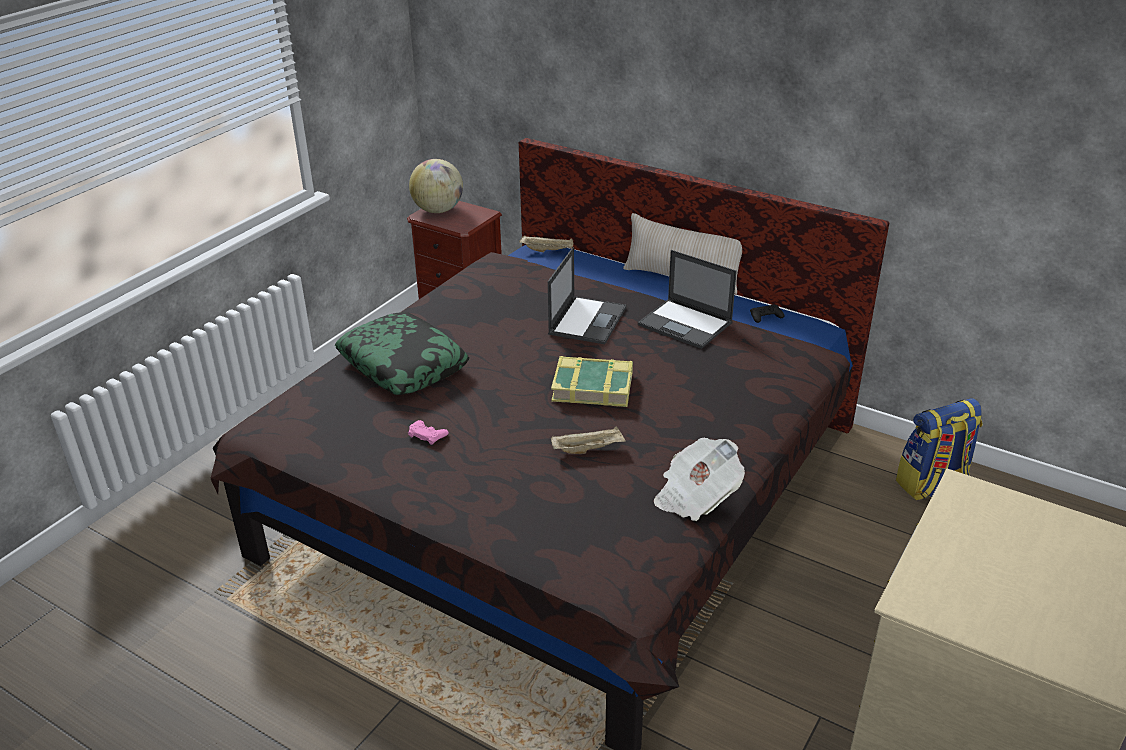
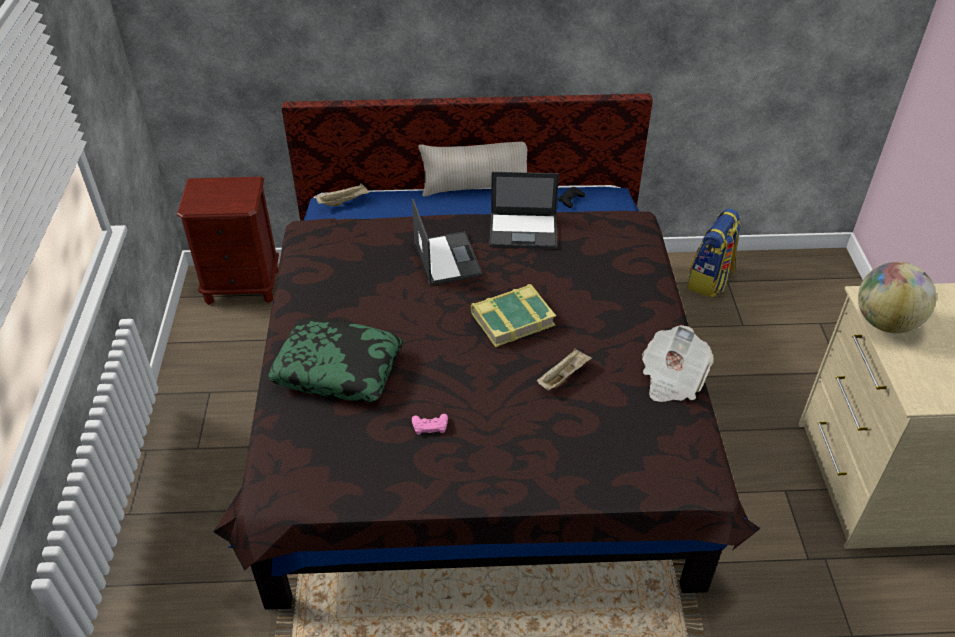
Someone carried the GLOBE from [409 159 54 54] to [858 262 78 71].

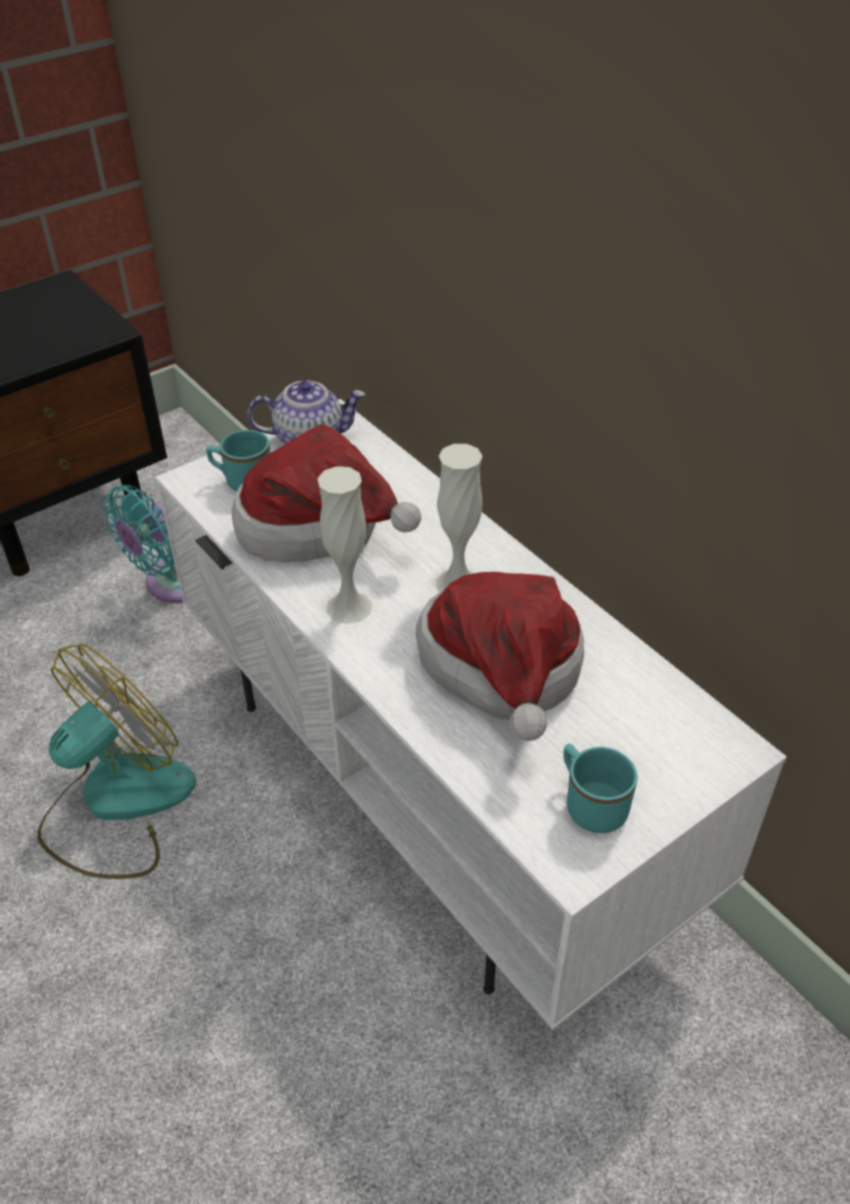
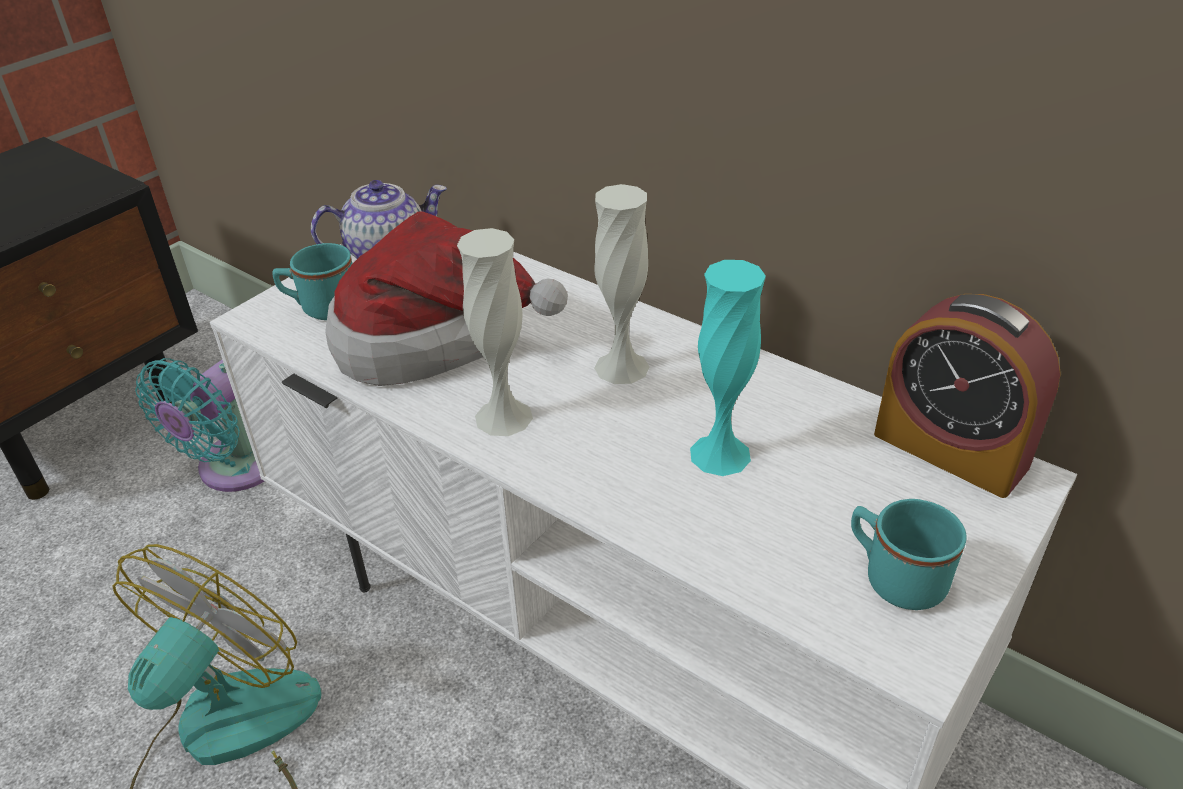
Someone swapped the HAT at [416 572 168 169] for the TURQUOISE VASE at [690 260 76 216].
Someone put down the ALARM CLOCK at [874 294 187 204].

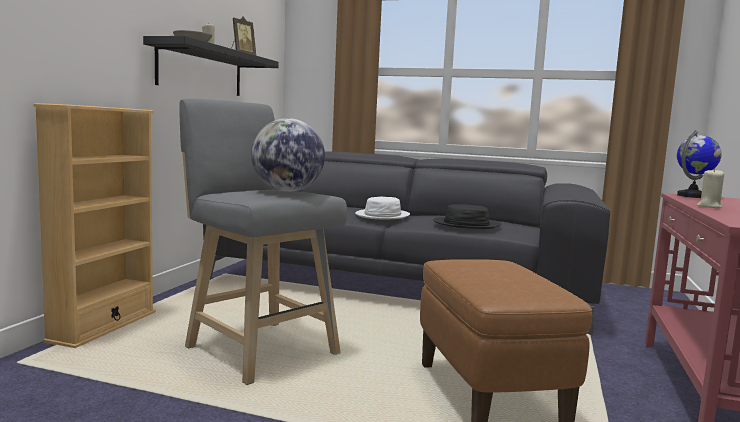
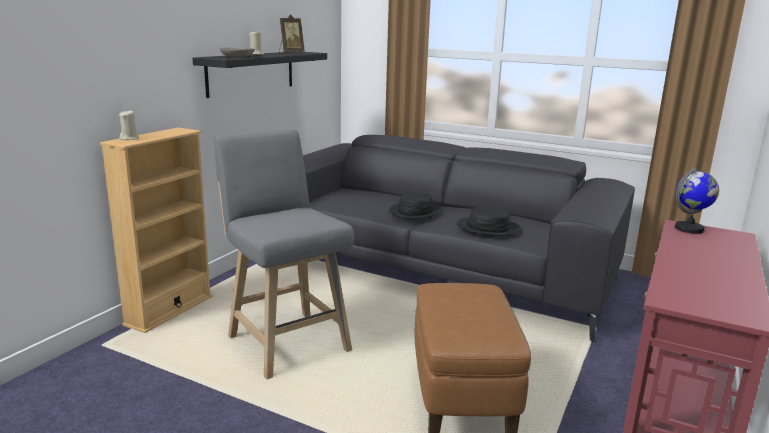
Someone took away the GLOBE at [251 118 74 74].
Someone carried the BEIGE CANDLE from [697 168 27 40] to [119 110 20 30].
Someone repainted the WHITE HAT at [355 197 55 23], which became the BLACK HAT at [389 192 53 27].

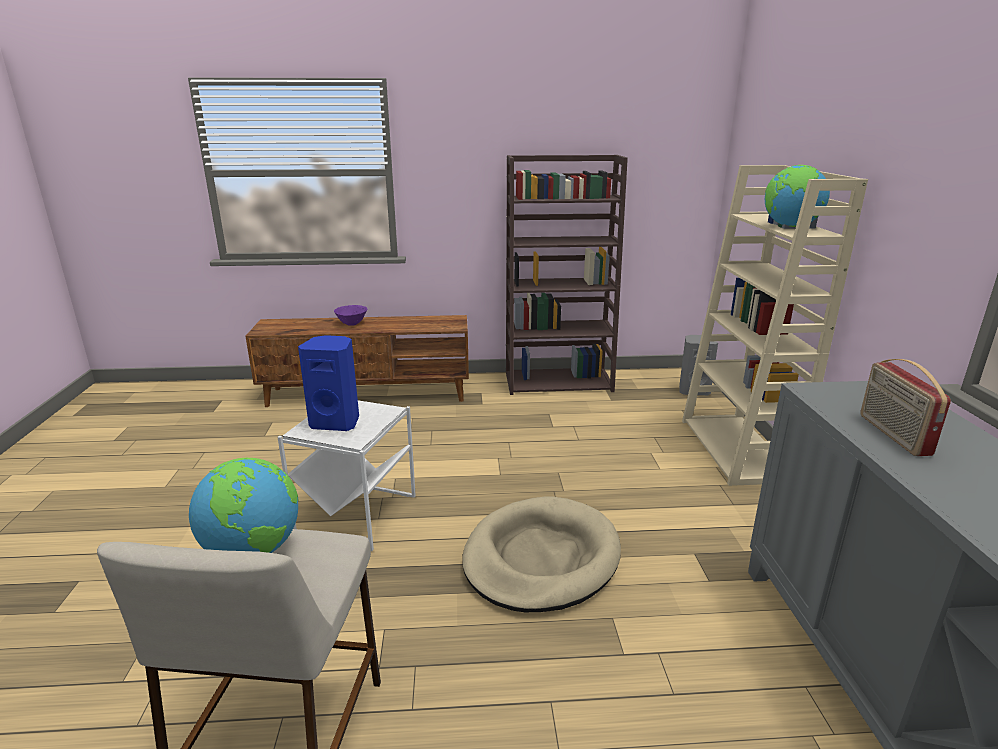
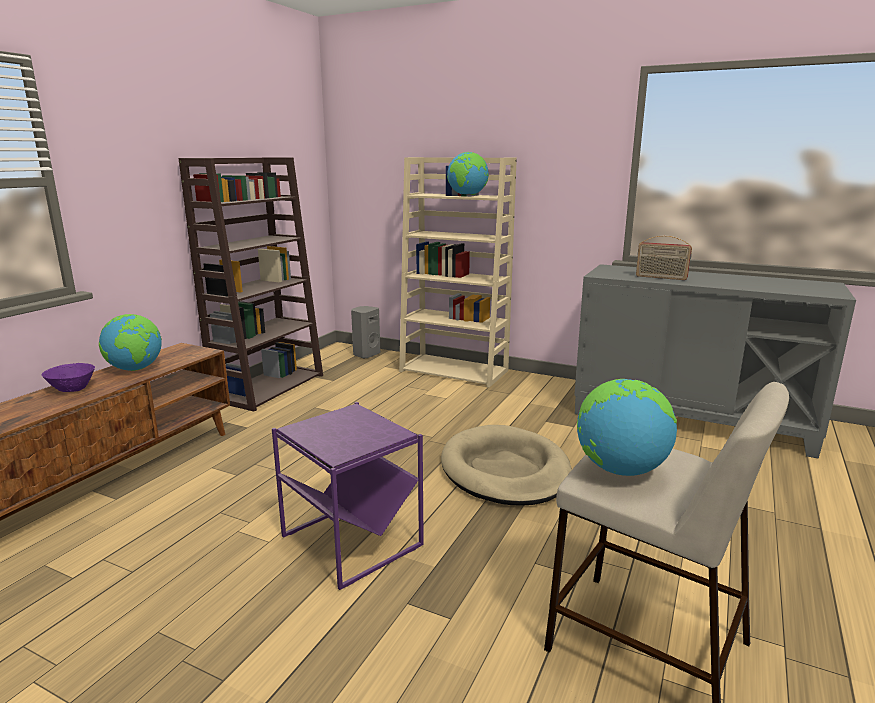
Someone took away the BLUE SPEAKER at [298 335 61 96].
Someone repainted the WHITE SIDE TABLE at [278 400 138 151], which became the PURPLE SIDE TABLE at [272 402 152 188].
Someone put down the GLOBE at [99 314 63 57].

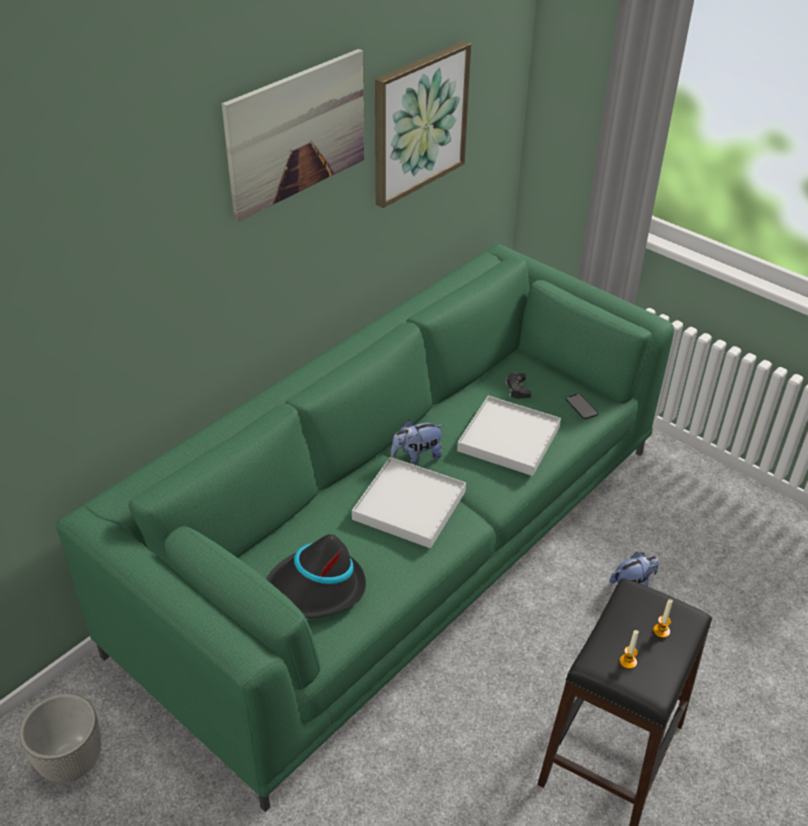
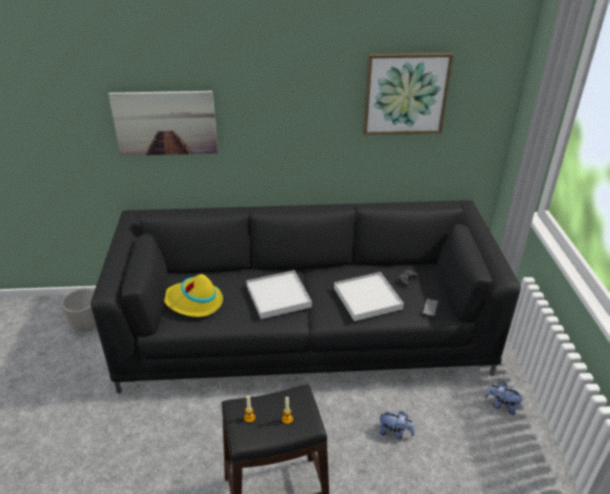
Someone carried the PICTURE from [222 49 142 173] to [109 91 109 65].
Someone repainted the GREEN SOFA at [56 244 619 568], which became the BLACK SOFA at [91 200 430 194].
Someone carried the PLUSH TOY from [391 420 53 44] to [484 382 41 33].
Someone repainted the BLACK HAT at [266 534 100 84], which became the YELLOW HAT at [164 274 59 43].

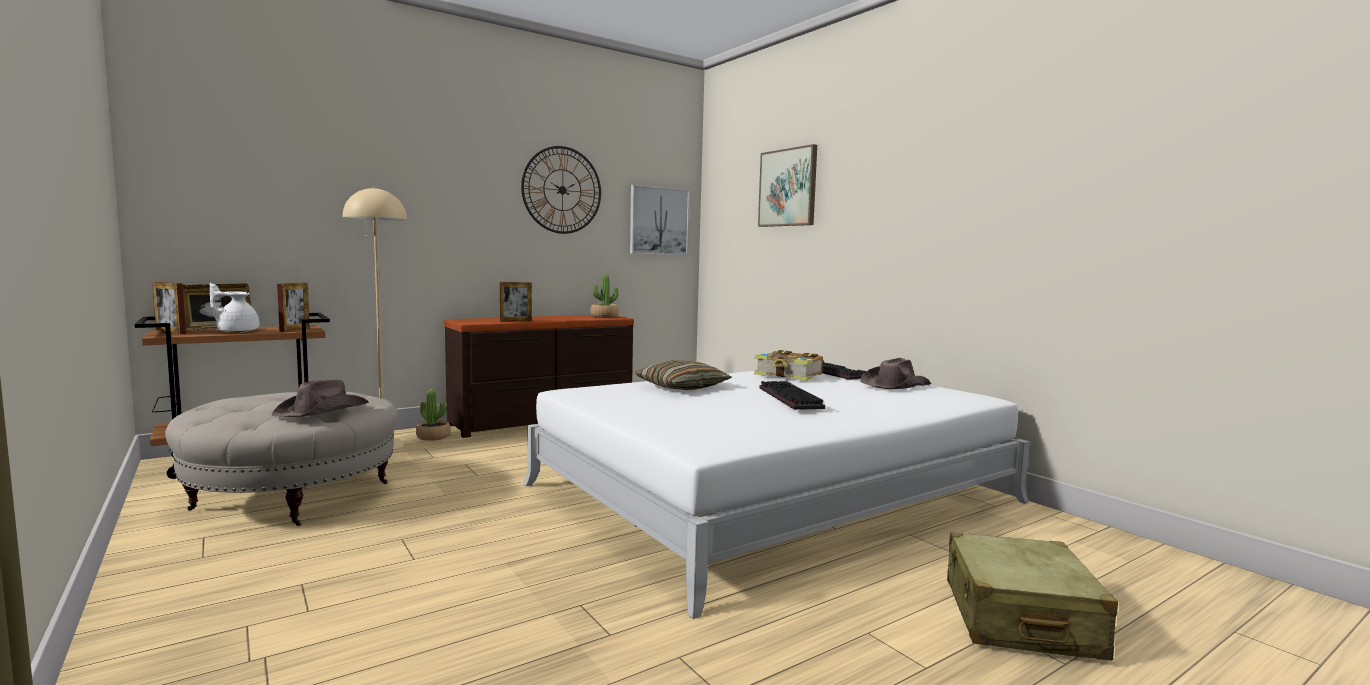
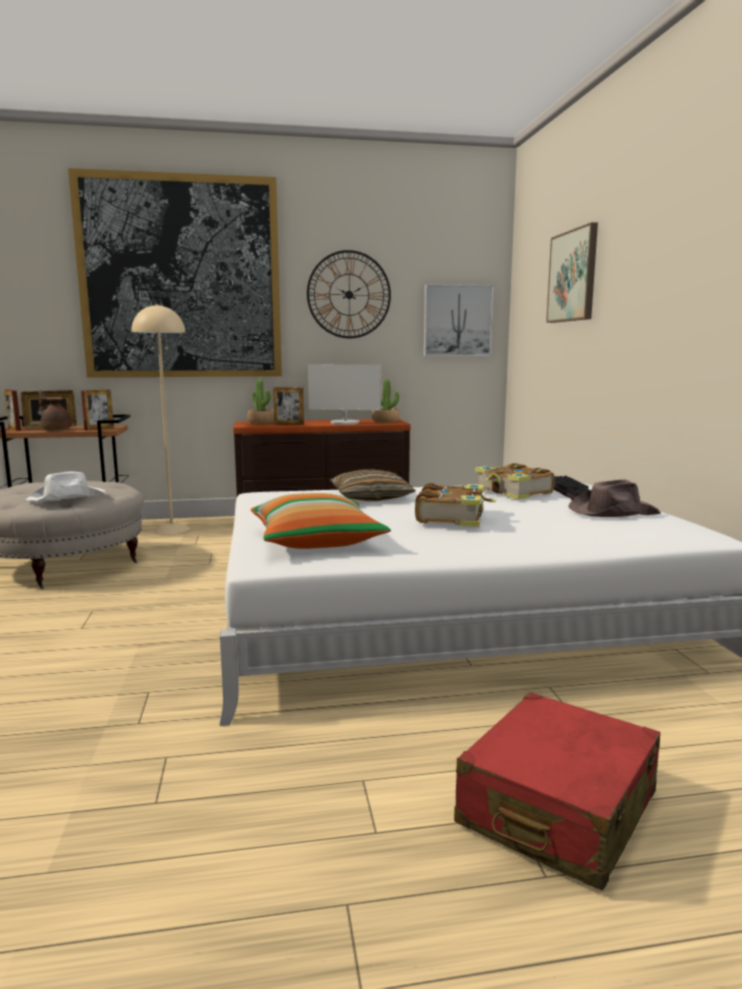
Someone repainted the WHITE TEAPOT at [210 283 50 50], which became the BROWN TEAPOT at [39 390 33 40].
Someone repainted the BROWN HAT at [271 379 98 38], which became the WHITE HAT at [26 472 79 30].
Someone swapped the KEYBOARD at [759 381 66 29] for the BOOK at [415 483 81 44].
Someone carried the POTTED PLANT from [416 389 35 52] to [247 379 27 45].
Someone repainted the BEIGE SUITCASE at [947 532 171 128], which became the RED SUITCASE at [454 692 206 199].
Someone put up the PICTURE at [68 168 214 210].
Someone put down the MONITOR at [308 364 73 61].
Someone put down the PILLOW at [251 493 140 56].

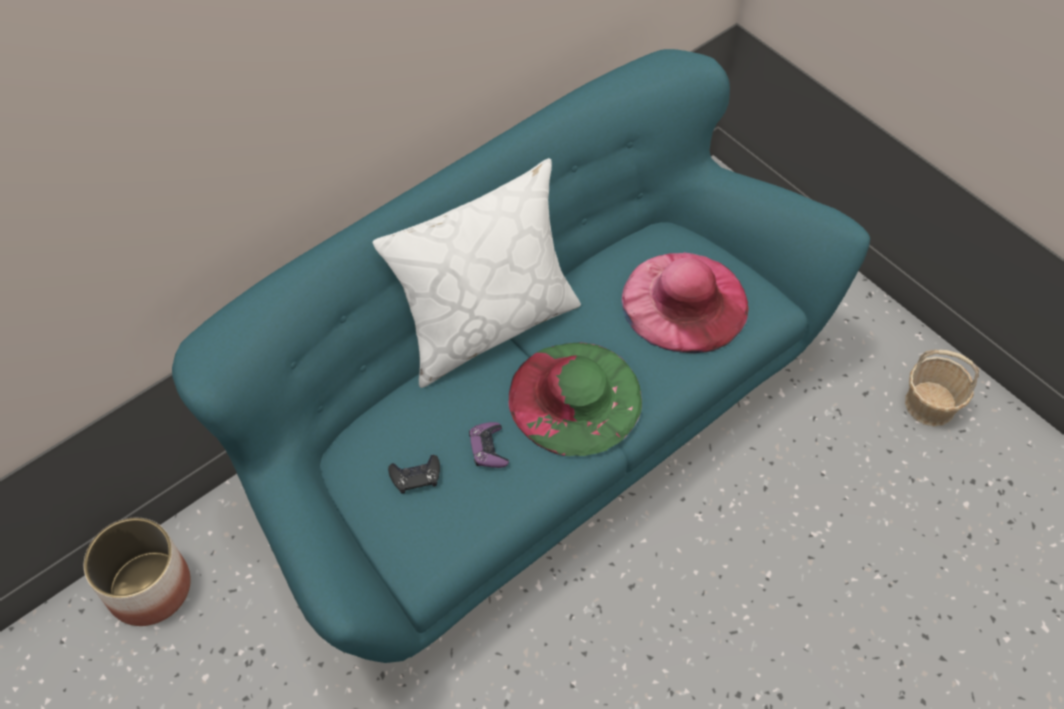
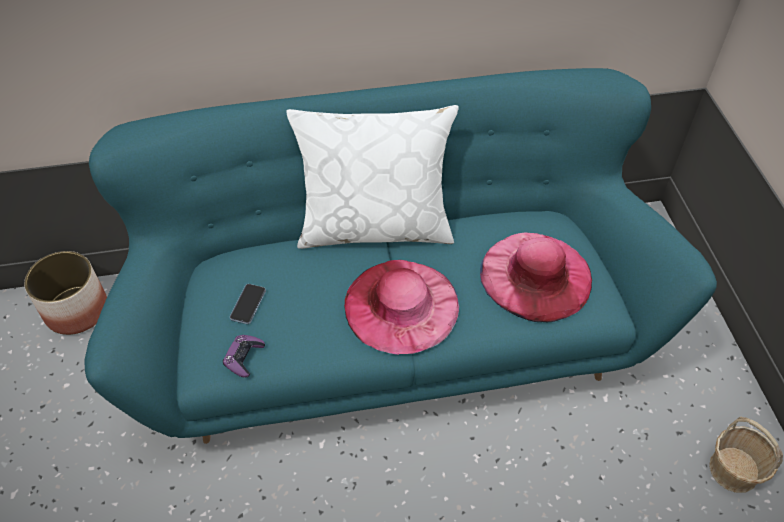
Someone repainted the GREEN HAT at [508 342 134 114], which became the PINK HAT at [344 260 115 95].
Someone carried the PURPLE GAME CONTROLLER from [469 422 40 46] to [223 335 42 43].
Someone swapped the BLACK GAME CONTROLLER at [388 455 52 39] for the PHONE at [230 284 36 40].

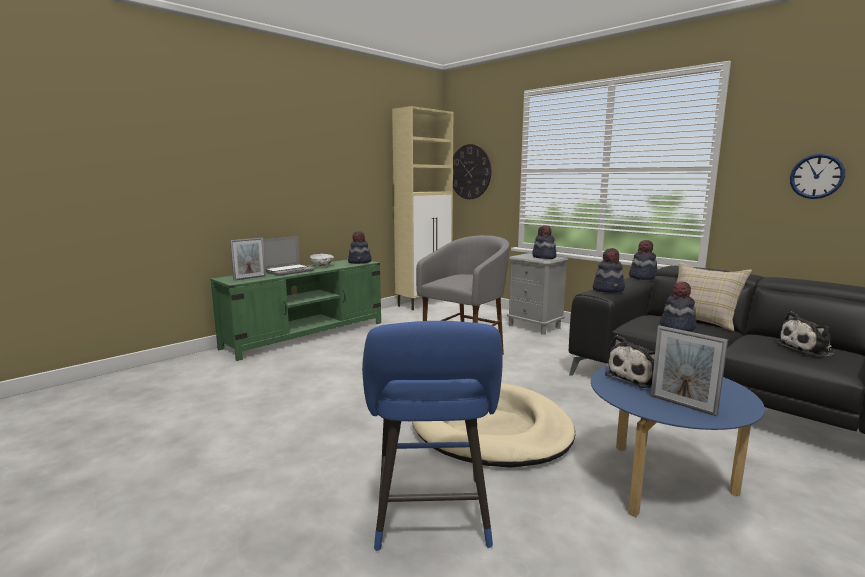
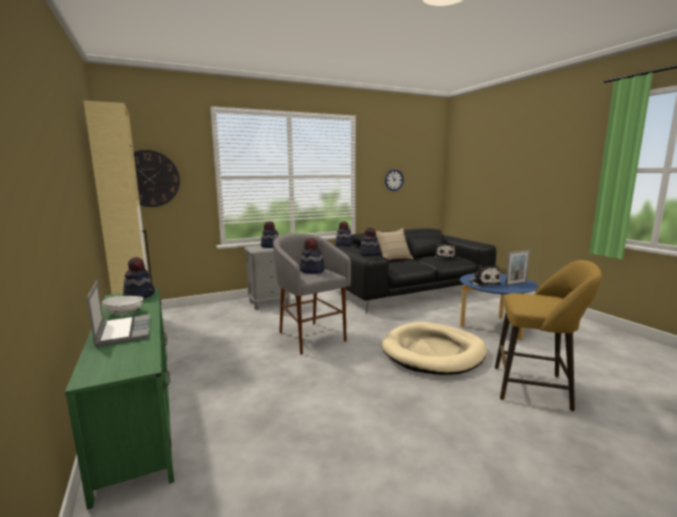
Someone took away the PICTURE FRAME at [230 238 36 43].
Someone carried the HAT from [660 282 37 49] to [300 238 24 36].
Someone repainted the BLUE STOOL at [362 321 141 230], which became the YELLOW STOOL at [495 260 107 151].

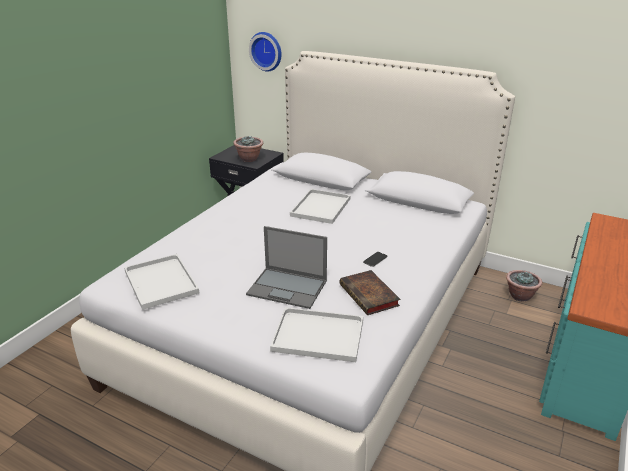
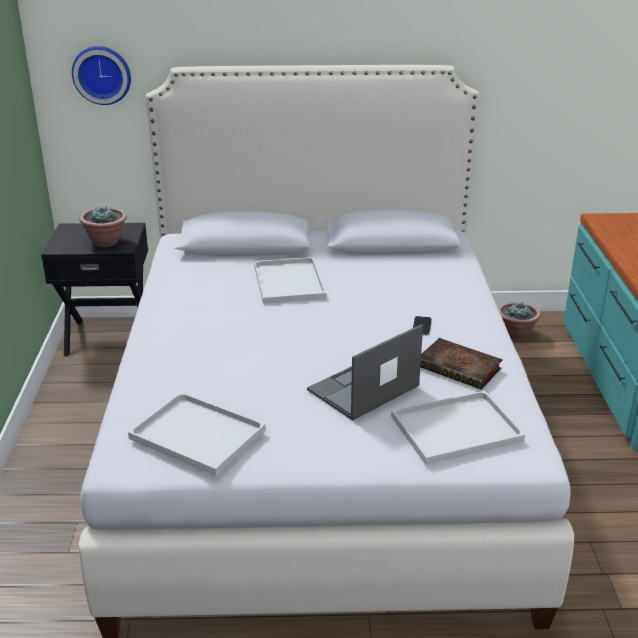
Someone rotated the LAPTOP at [246 226 81 83] by 150 degrees clockwise.

